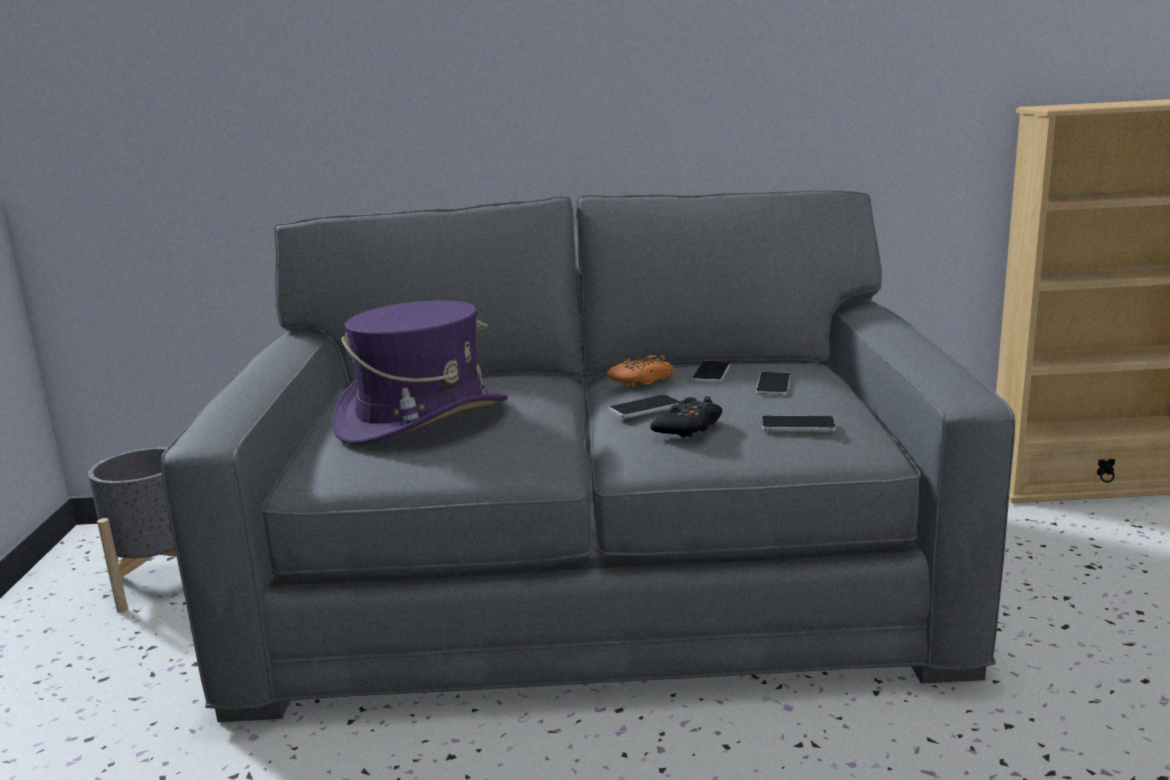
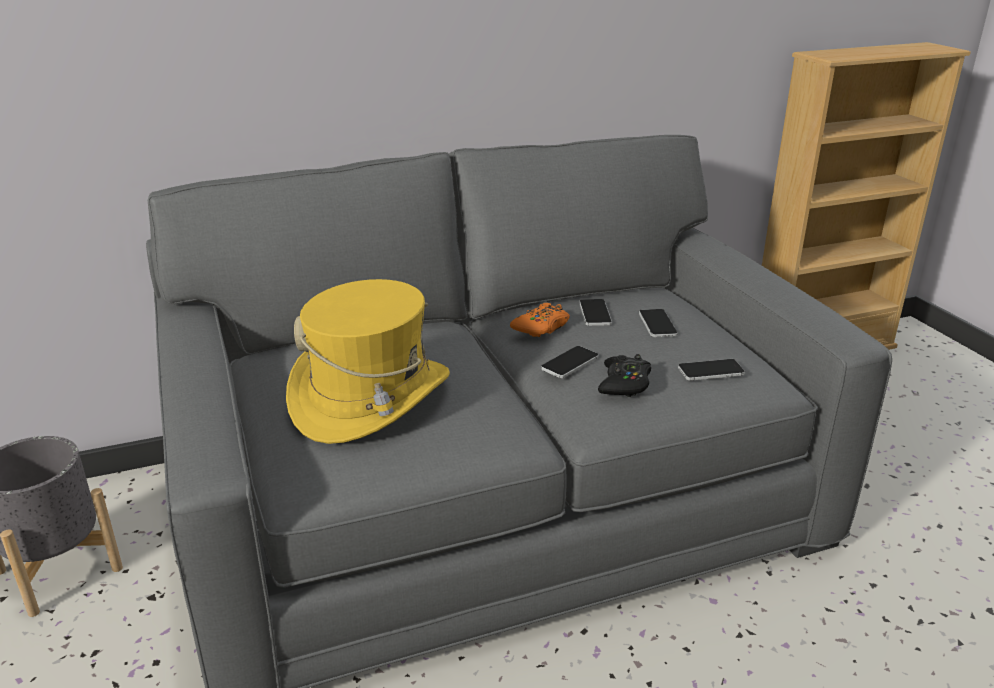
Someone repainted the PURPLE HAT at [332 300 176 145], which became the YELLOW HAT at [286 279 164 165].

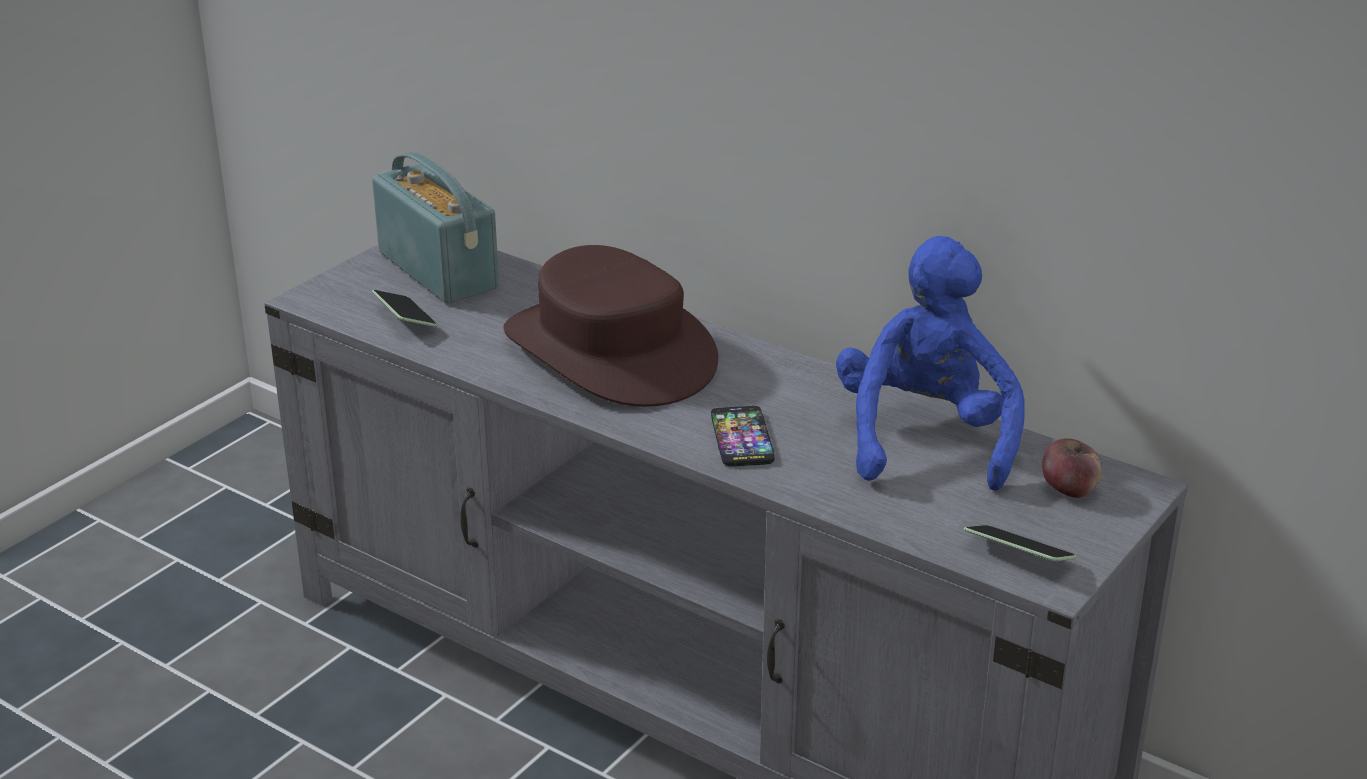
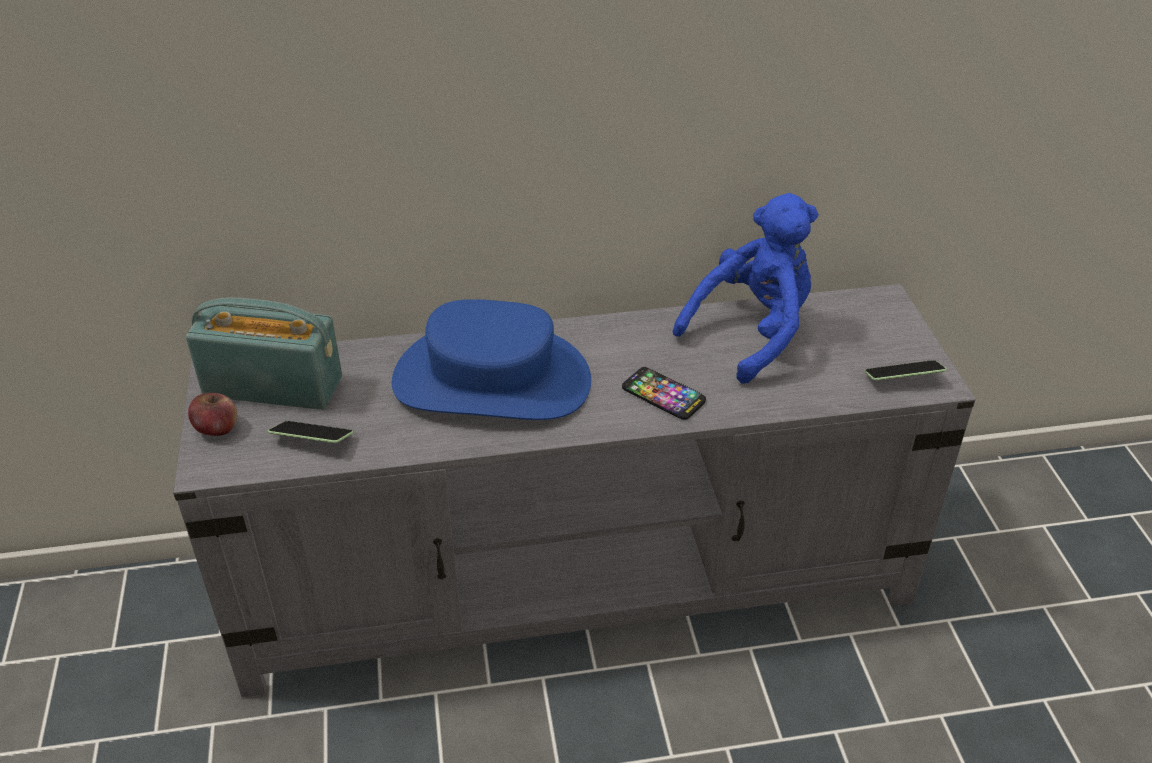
Someone rotated the BLUE PLUSH TOY at [836 236 189 255] by 90 degrees clockwise.
Someone repainted the BROWN HAT at [504 245 214 162], which became the BLUE HAT at [391 299 200 121].
Someone carried the APPLE from [1042 438 60 60] to [188 393 49 43].

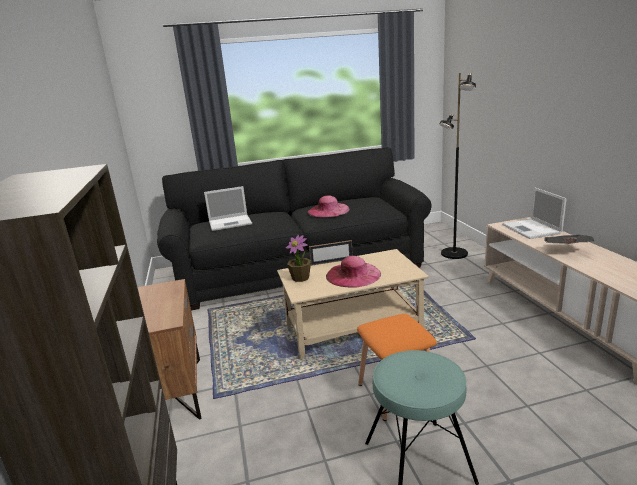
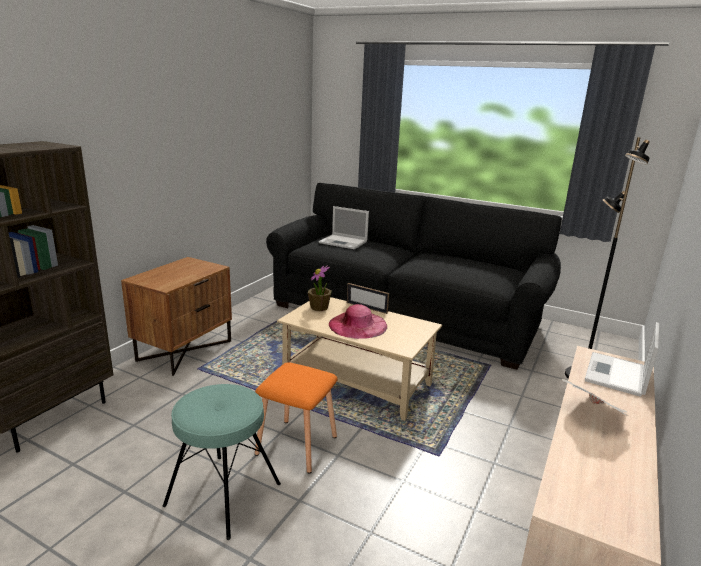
Someone took away the PINK HAT at [308 196 42 21].

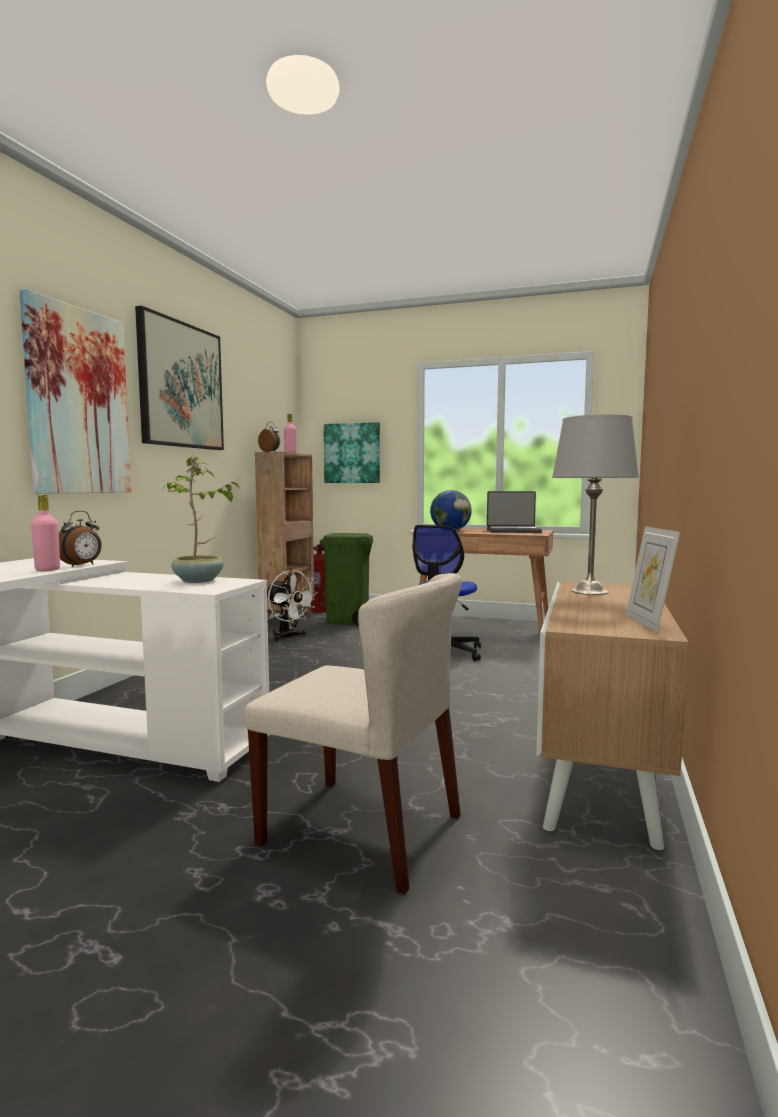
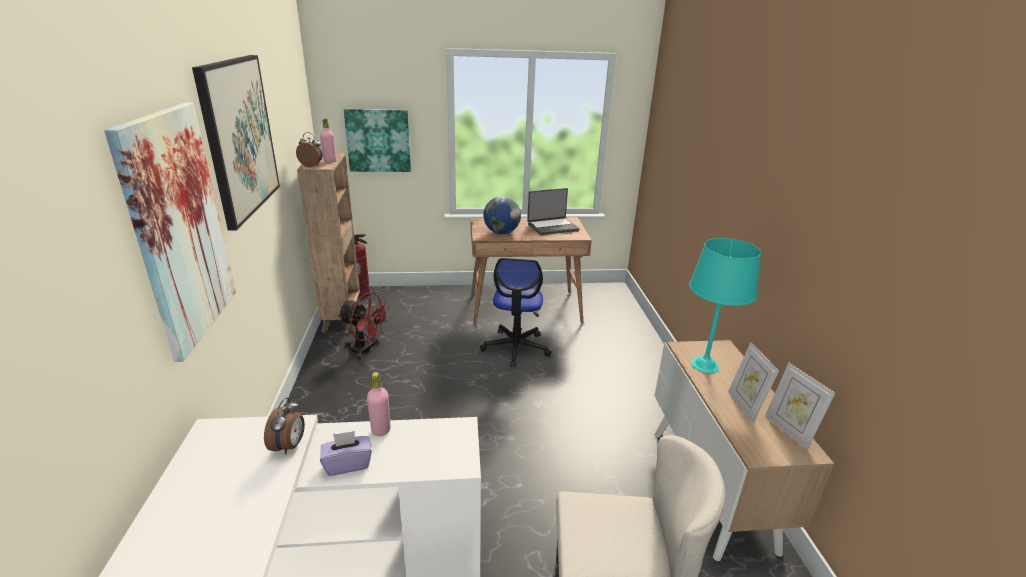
Someone repainted the GREY TABLE LAMP at [552 414 87 181], which became the TURQUOISE TABLE LAMP at [689 238 72 135].
Someone took away the POTTED PLANT at [163 456 76 127].
Someone carried the PINK BOTTLE from [31 494 29 77] to [367 372 24 64].
Someone took away the GREEN TRASH CAN at [320 533 54 93].
Someone repainted the WHITE FAN at [267 570 51 71], which became the RED FAN at [338 292 52 68].
Someone put down the PICTURE FRAME at [728 342 51 81].
Someone put down the PURPLE TISSUE BOX at [320 431 52 45].

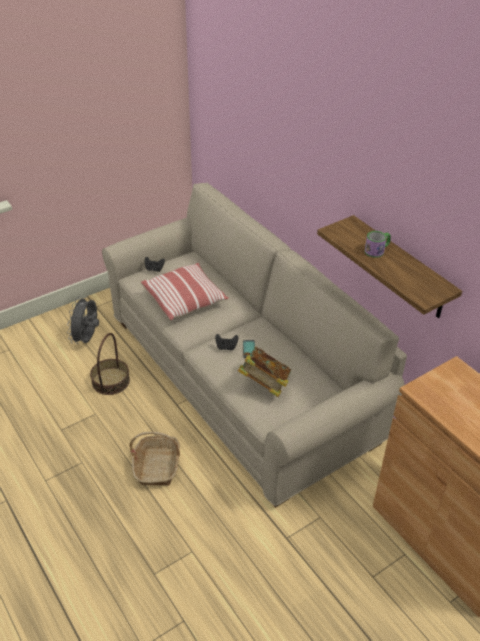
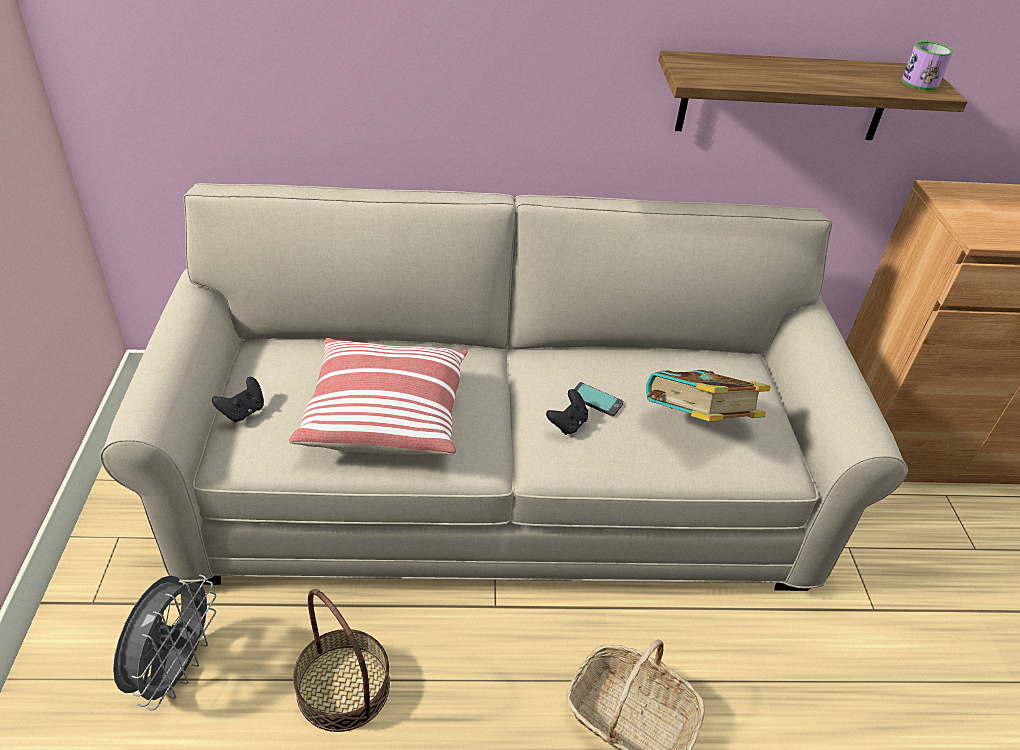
Someone carried the MUG from [365 231 26 27] to [901 40 52 51].
Someone rotated the GREY FAN at [67 296 32 48] by 120 degrees counterclockwise.

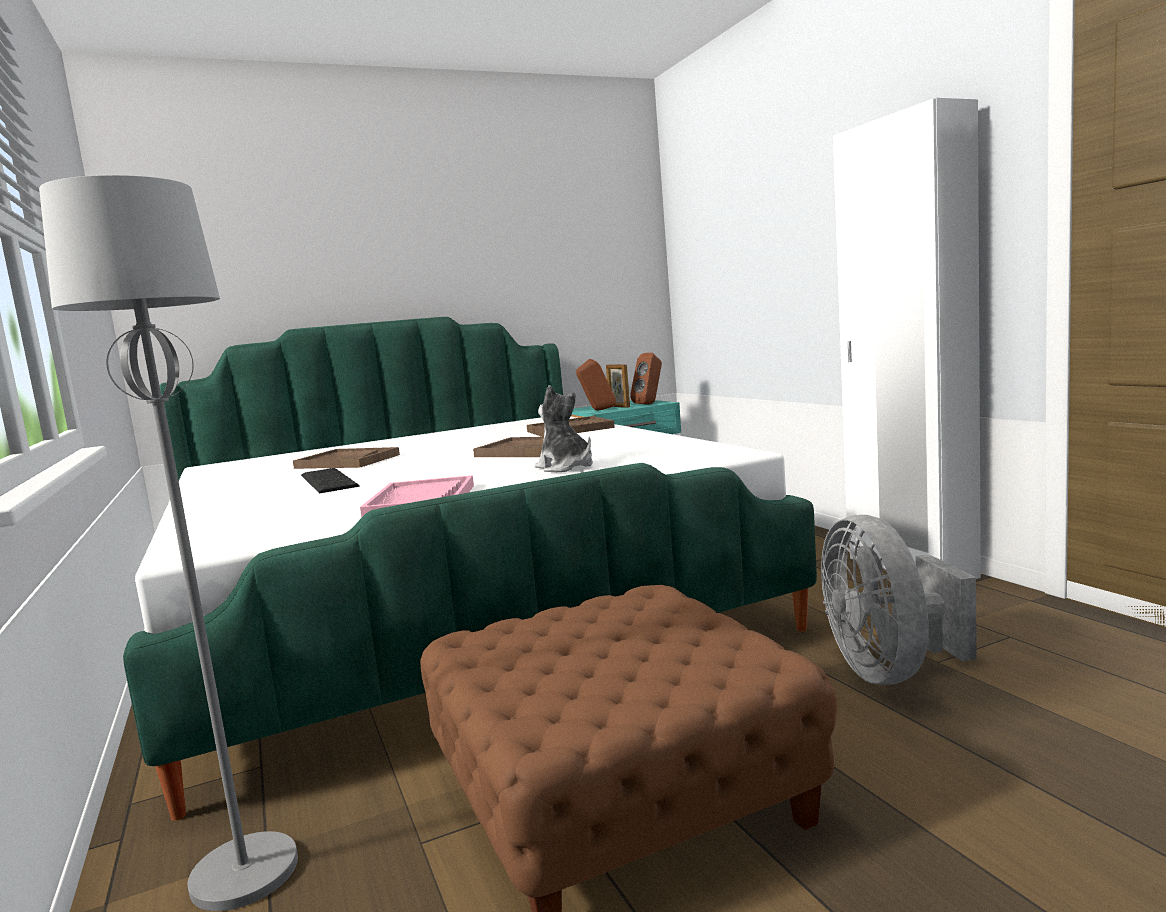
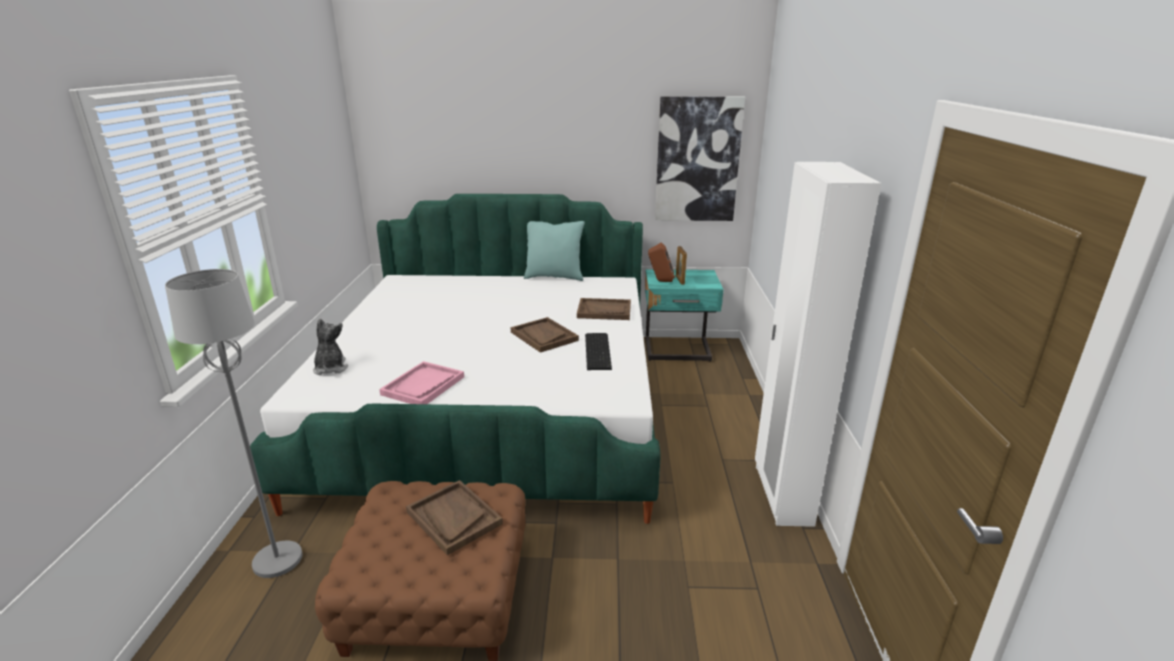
Someone took away the BROWN SPEAKER at [630 353 32 51].
Someone carried the PLUSH TOY from [535 385 58 87] to [313 318 35 57].
Someone carried the BROWN TRAY from [293 447 107 22] to [406 480 97 75].
Someone carried the KEYBOARD from [301 468 59 26] to [585 333 27 37].
Someone took away the GREY FAN at [821 515 156 170].
Someone put up the PICTURE at [655 96 90 125].
Someone put down the TURQUOISE PILLOW at [524 221 61 60].

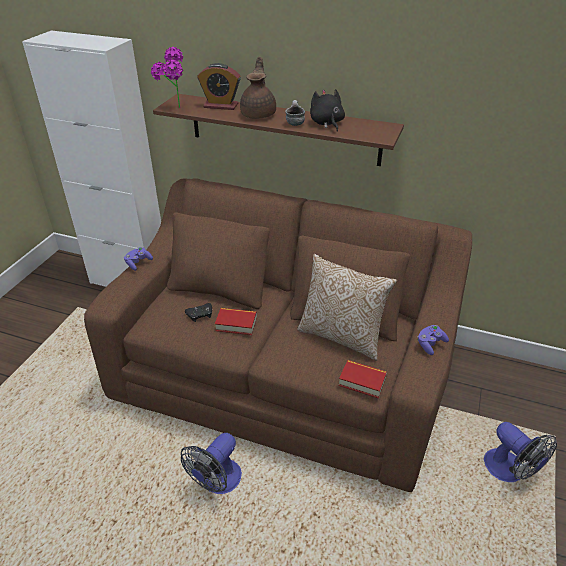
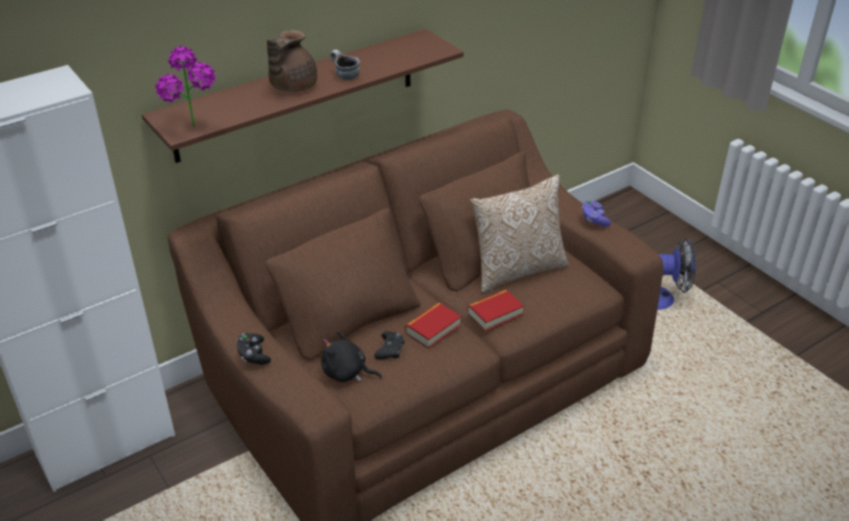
Someone rotated the BROWN TEAPOT at [240 57 36 62] by 105 degrees counterclockwise.
Someone took away the ALARM CLOCK at [197 63 44 47].
Someone carried the BLACK PLUSH TOY from [310 89 35 43] to [321 331 61 51].
Someone repainted the PURPLE GAME CONTROLLER at [124 247 29 24], which became the BLACK GAME CONTROLLER at [237 333 34 32].
Someone carried the BOOK from [338 360 49 39] to [467 289 57 43].
Someone took away the FAN at [181 433 61 61].

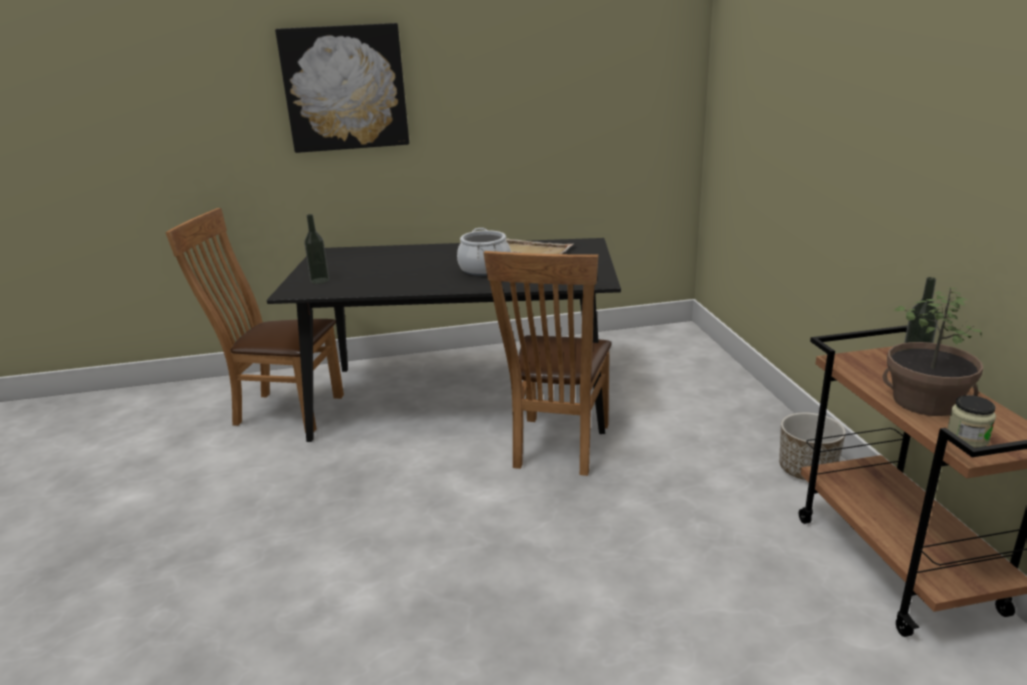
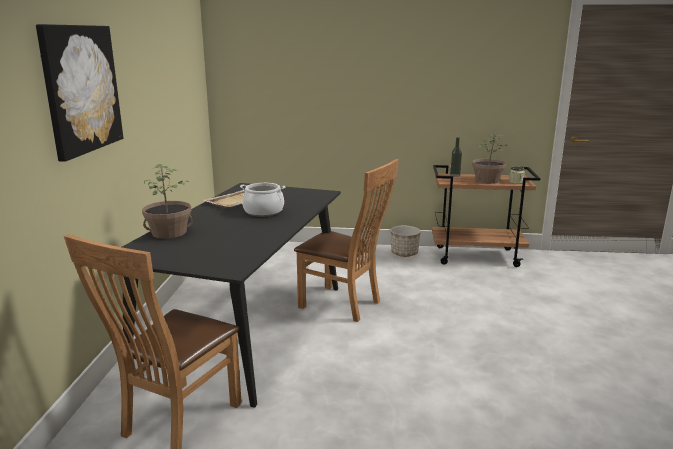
Someone took away the BOTTLE at [304 214 25 70].
Someone put down the POTTED PLANT at [142 164 51 75].

